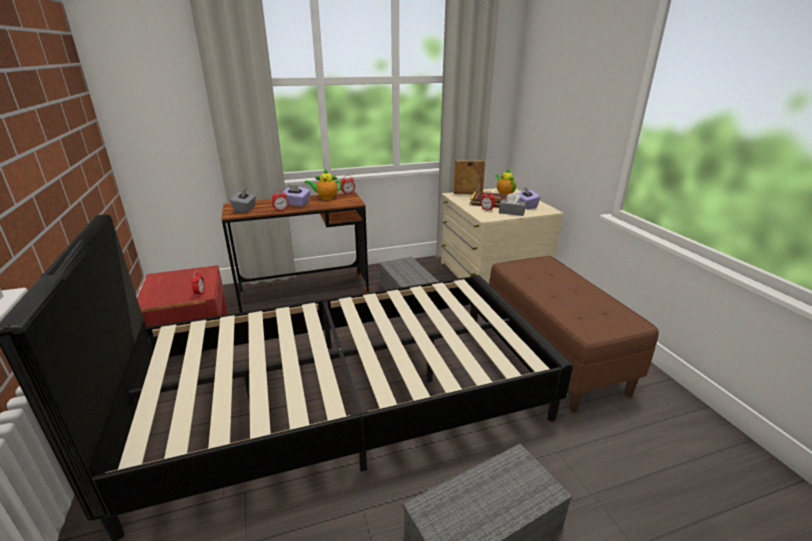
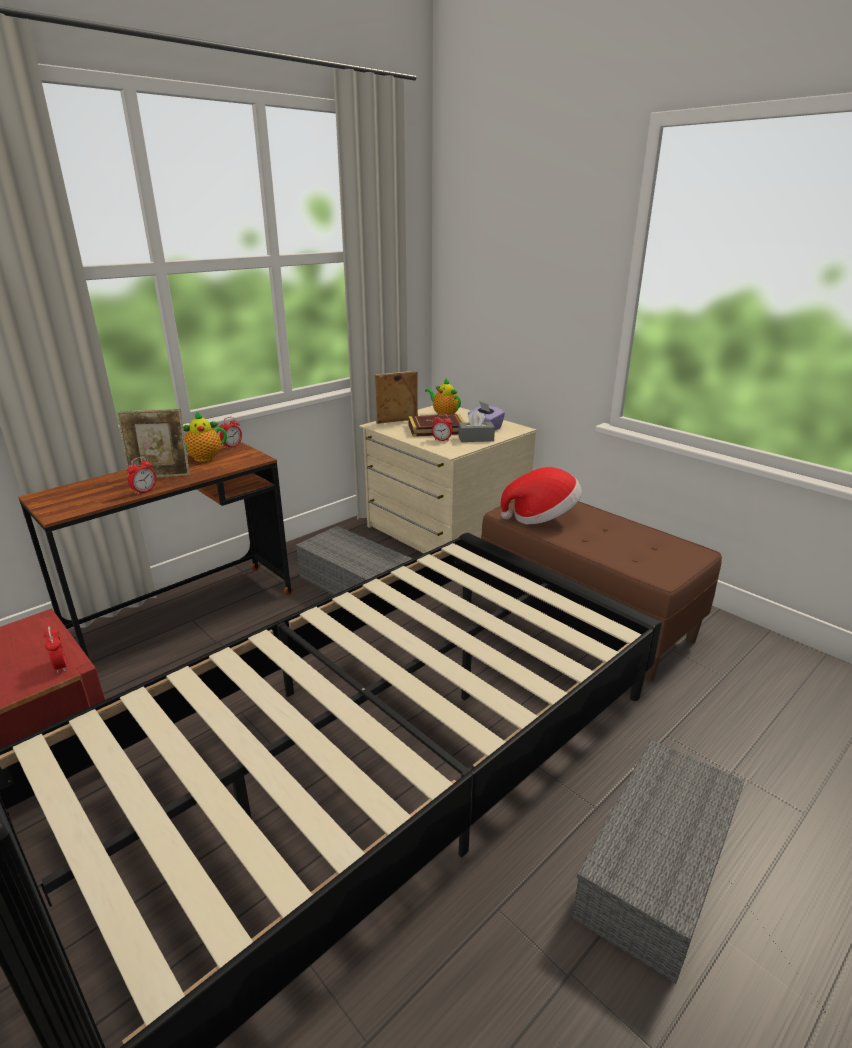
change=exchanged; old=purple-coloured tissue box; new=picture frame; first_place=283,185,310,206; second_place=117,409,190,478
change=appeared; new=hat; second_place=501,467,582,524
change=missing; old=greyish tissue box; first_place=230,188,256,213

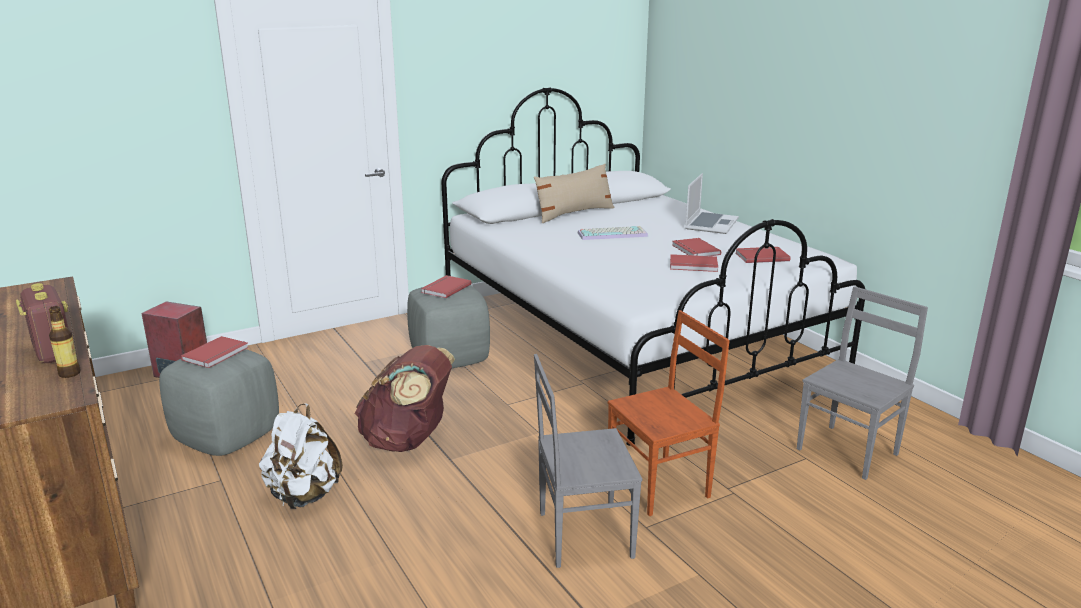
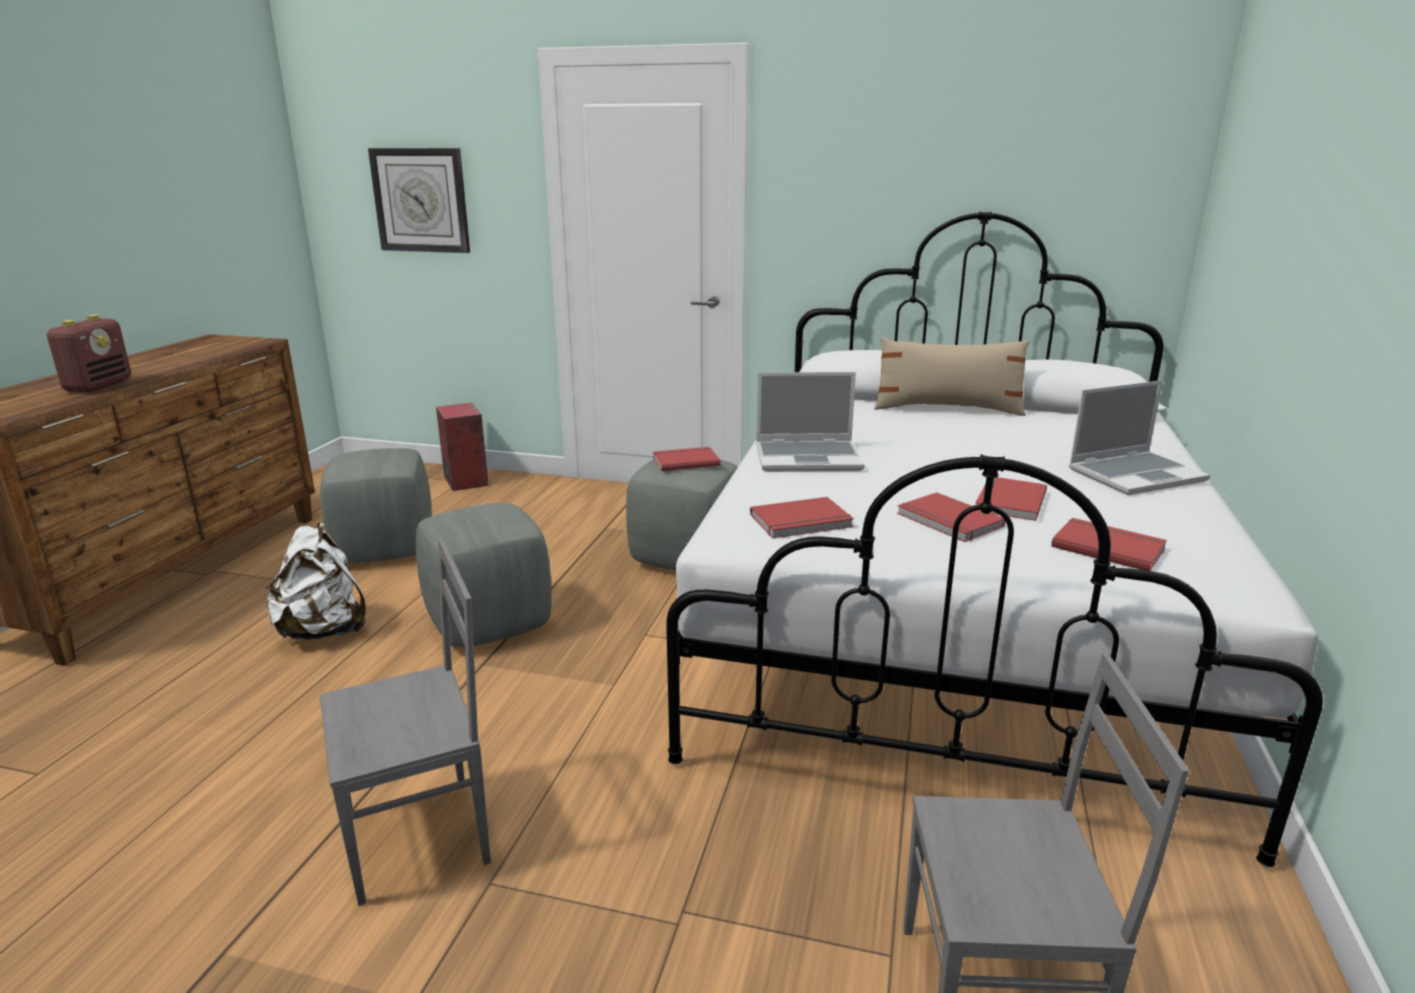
change=spun; old=greyish chair; first_place=534,354,642,568; second_place=320,538,491,906; degrees=120
change=appeared; new=hanging clock; second_place=368,148,470,253
change=exchanged; old=brown rucksack; new=greyish pouffe; first_place=354,345,455,452; second_place=416,503,552,647
change=relocated; old=reddish bound book; first_place=181,336,249,368; second_place=750,497,854,538
change=appeared; new=laptop; second_place=756,372,864,472
change=missing; old=drink bottle; first_place=49,306,81,378
change=missing; old=PC keyboard; first_place=578,226,648,240
change=missing; old=brown chair; first_place=608,310,730,516

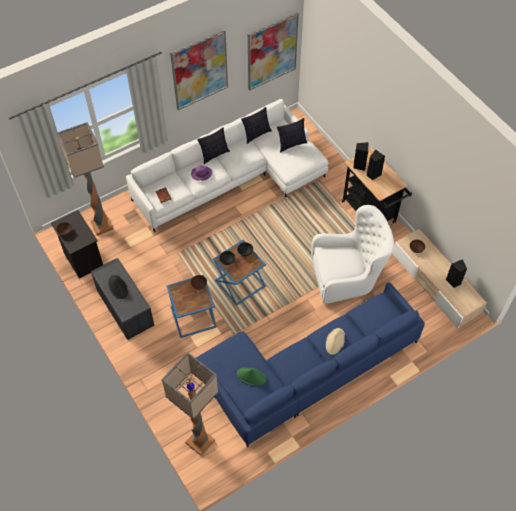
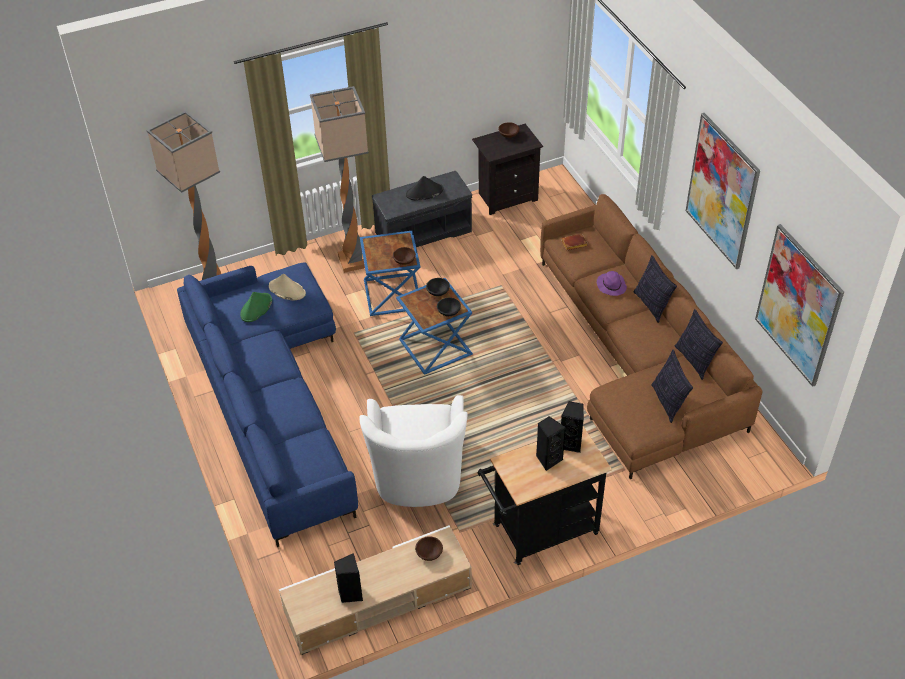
change=relocated; old=beige-coloured hat; first_place=326,328,345,355; second_place=269,274,306,301
change=relocated; old=standing lamp; first_place=57,122,114,236; second_place=310,86,369,273
change=colour; old=white settee; new=brown settee; first_place=126,99,329,232; second_place=540,194,762,479

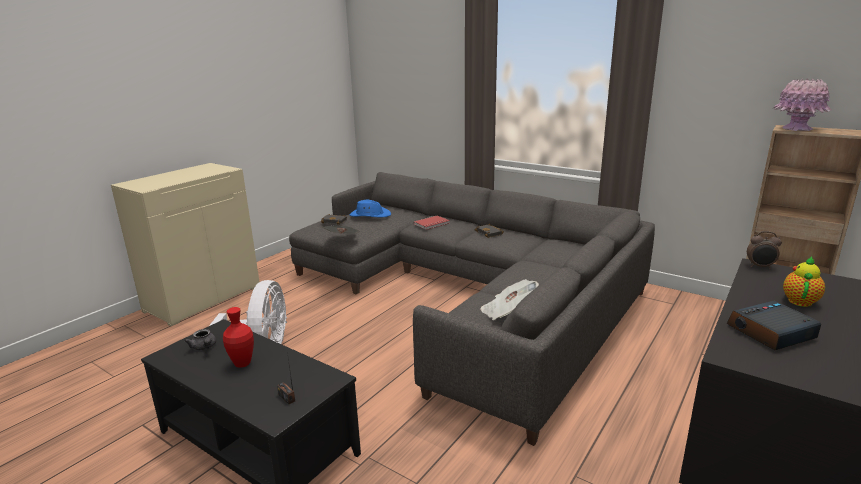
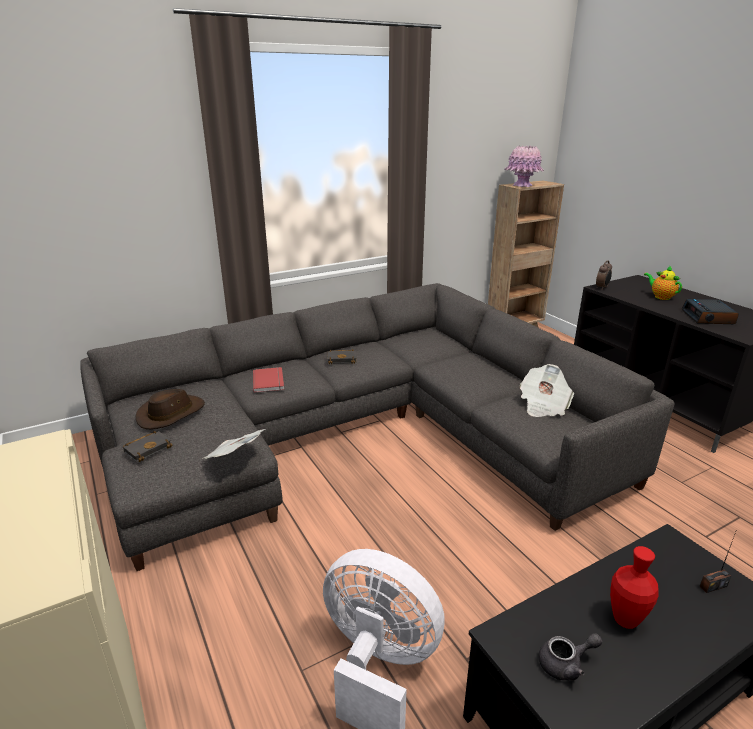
change=colour; old=blue hat; new=brown hat; first_place=350,200,391,217; second_place=136,389,205,429

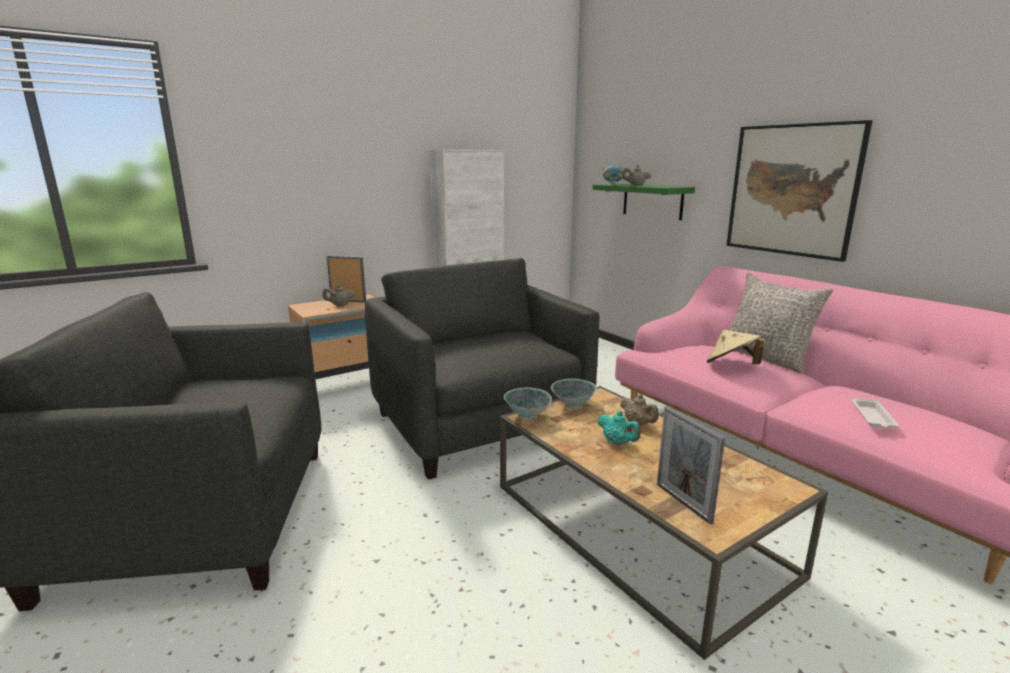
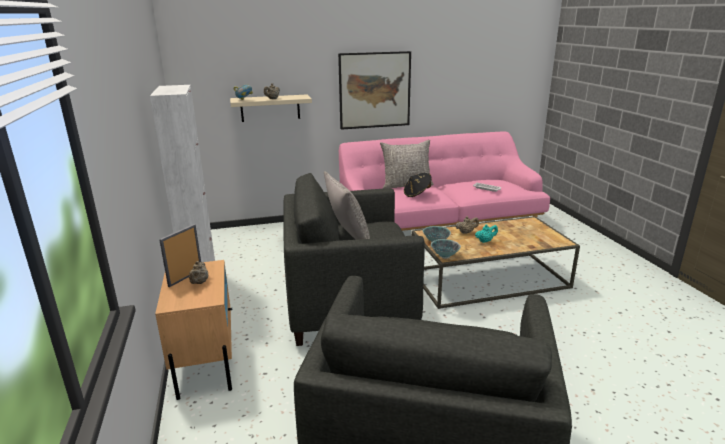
change=colour; old=greenish shelf; new=beige-coloured shelf; first_place=592,184,695,220; second_place=230,95,312,122
change=appeared; new=greyish cushion; second_place=324,171,370,240
change=colour; old=beige-coloured hat; new=black hat; first_place=707,330,765,364; second_place=404,173,431,197
change=missing; old=picture frame; first_place=657,406,725,525

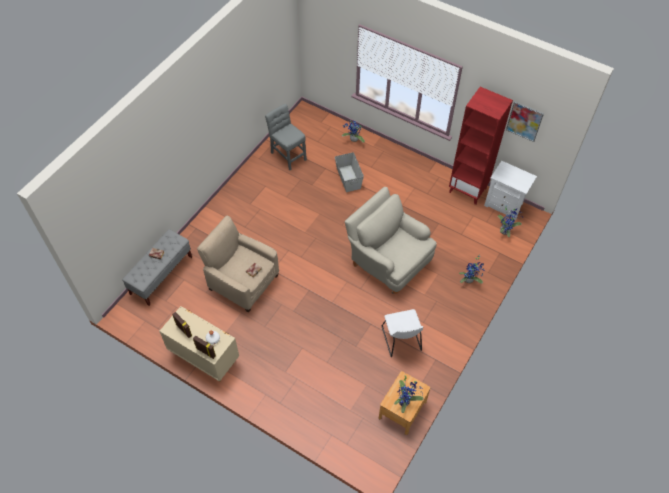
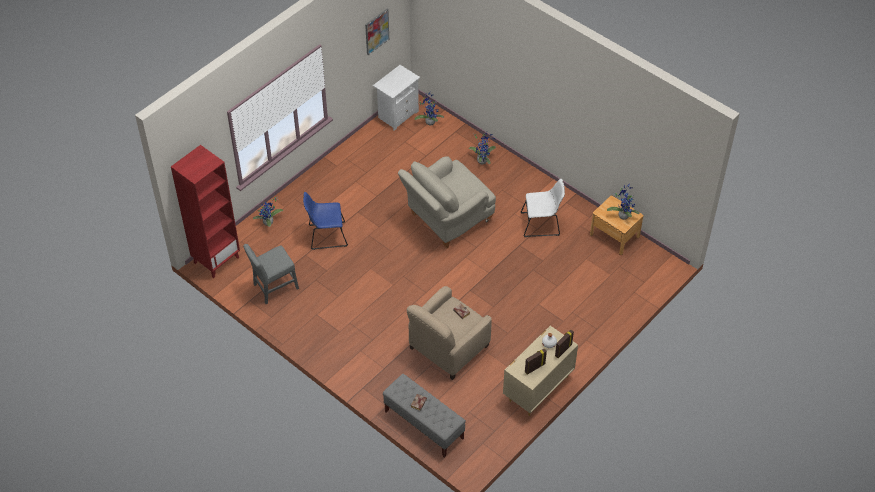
change=relocated; old=reddish bookcase; first_place=449,87,513,205; second_place=171,145,240,278
change=exchanged; old=greyish storage bin; new=blue chair; first_place=335,152,364,192; second_place=303,192,348,250

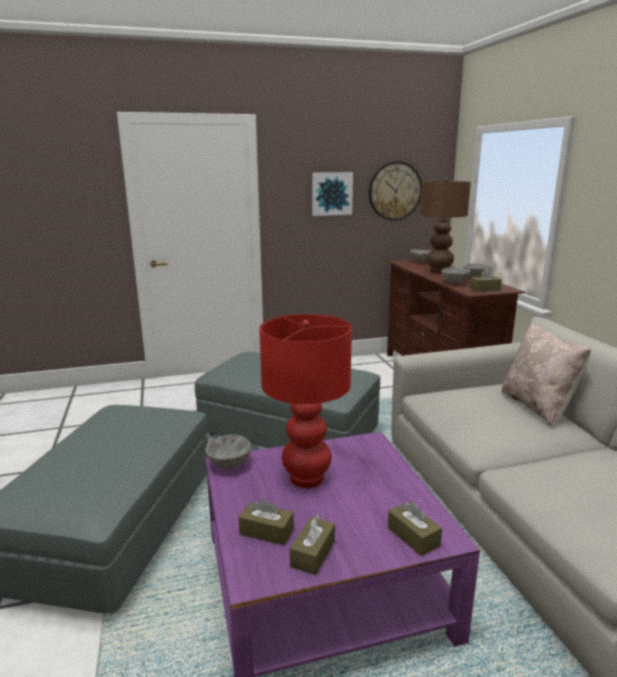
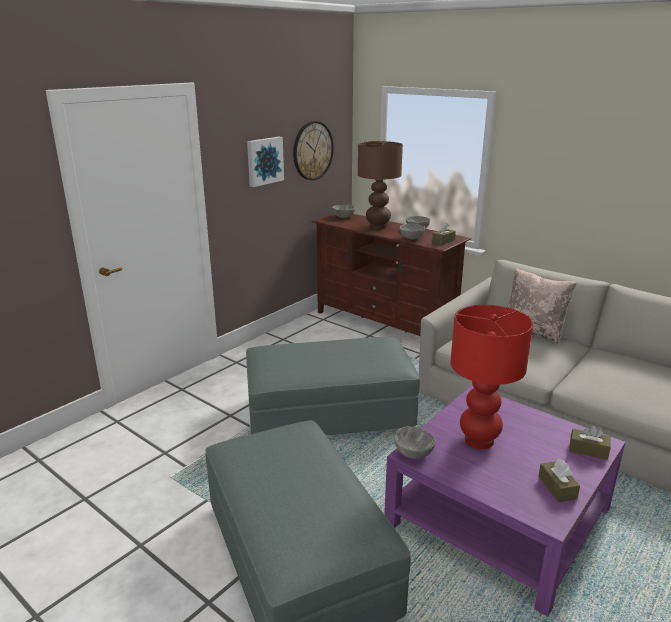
change=missing; old=brown tissue box; first_place=239,498,294,545

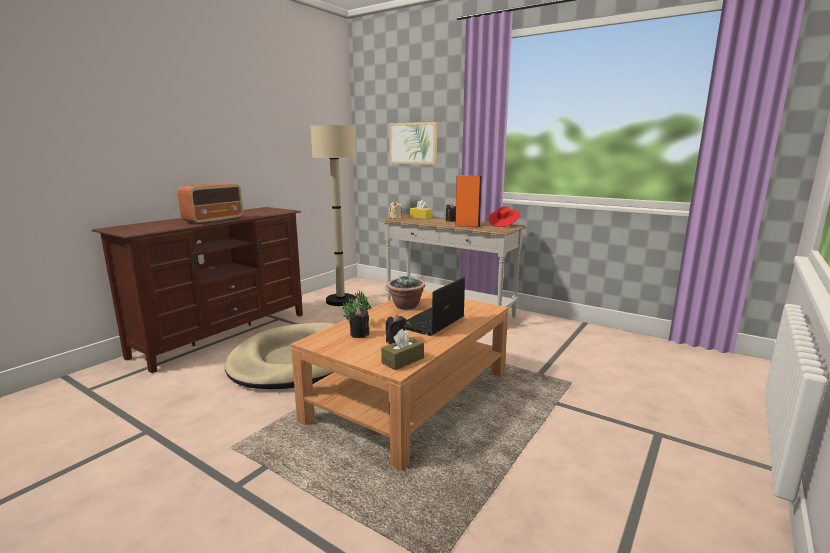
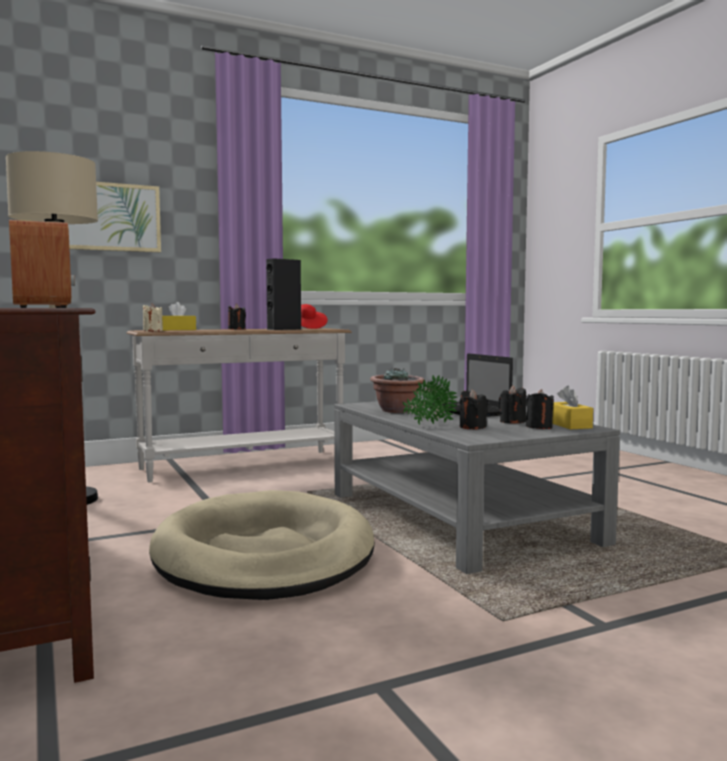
change=colour; old=orangey audio speaker; new=black audio speaker; first_place=455,175,482,227; second_place=266,258,301,330
change=colour; old=brown low table; new=greyish low table; first_place=291,290,508,470; second_place=334,397,620,574
change=appeared; new=black candle; second_place=526,389,554,429
change=colour; old=brown tissue box; new=yellow tissue box; first_place=381,329,424,370; second_place=552,386,593,429

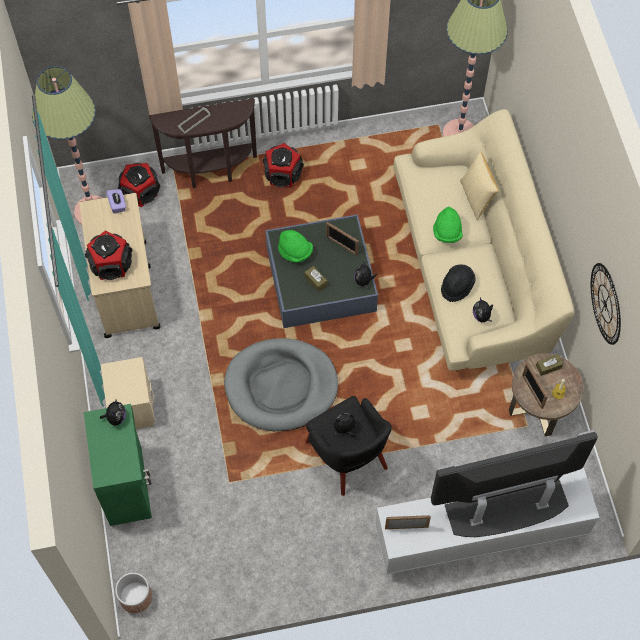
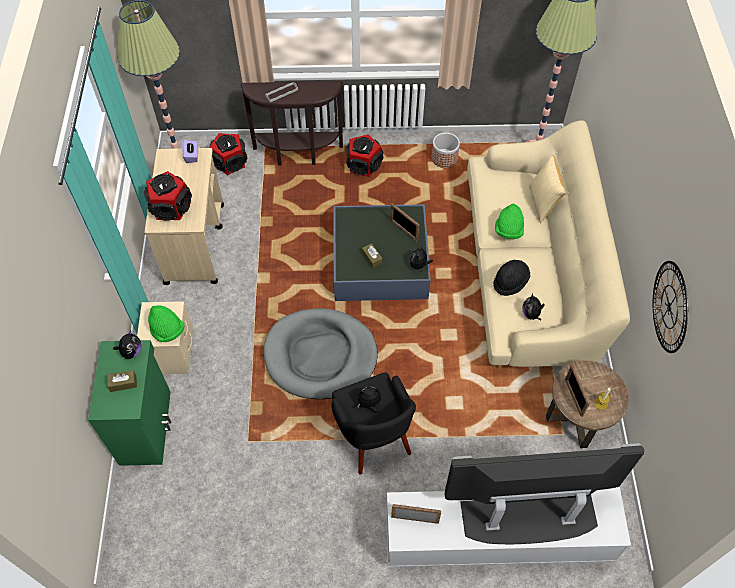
change=relocated; old=brown tissue box; first_place=536,354,563,376; second_place=107,370,137,392
change=relocated; old=greenish hat; first_place=278,230,313,263; second_place=148,305,185,342
change=relocated; old=planter; first_place=115,573,152,613; second_place=432,133,460,168

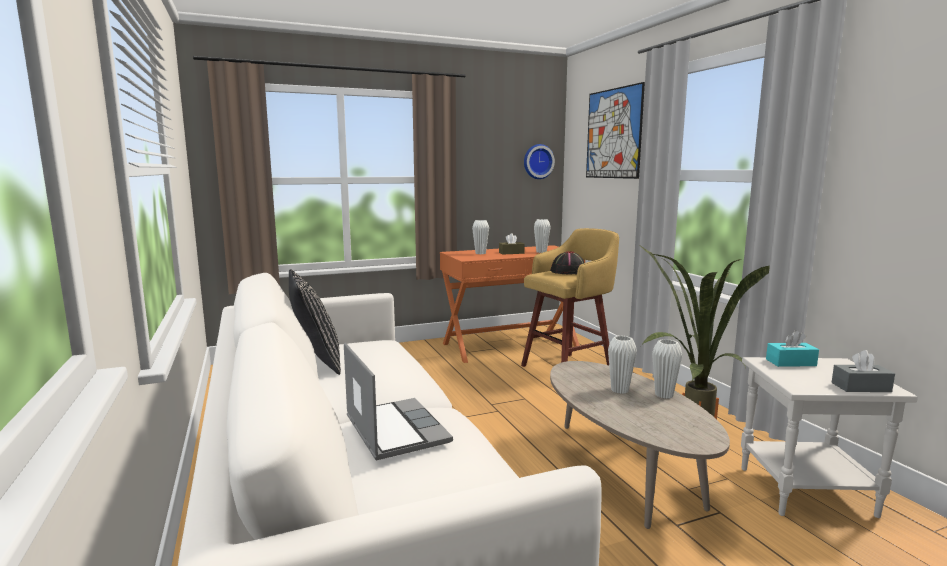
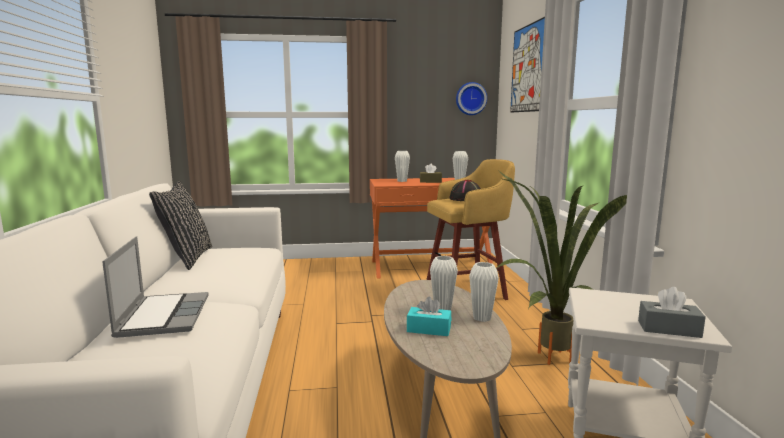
change=relocated; old=turquoise-coloured tissue box; first_place=766,330,819,367; second_place=407,297,451,336

